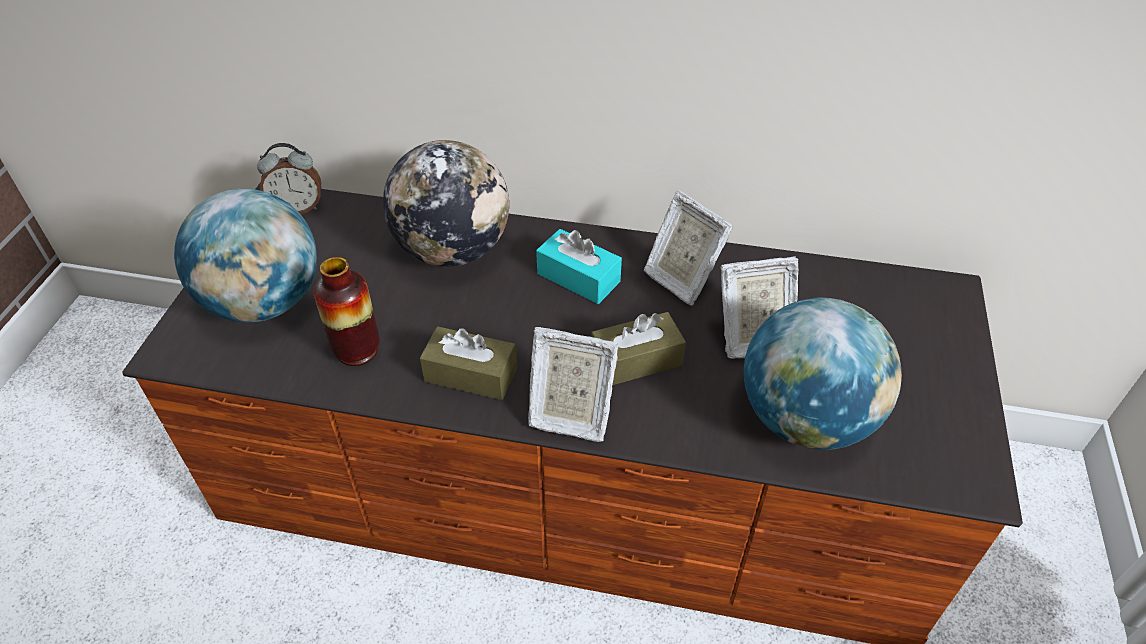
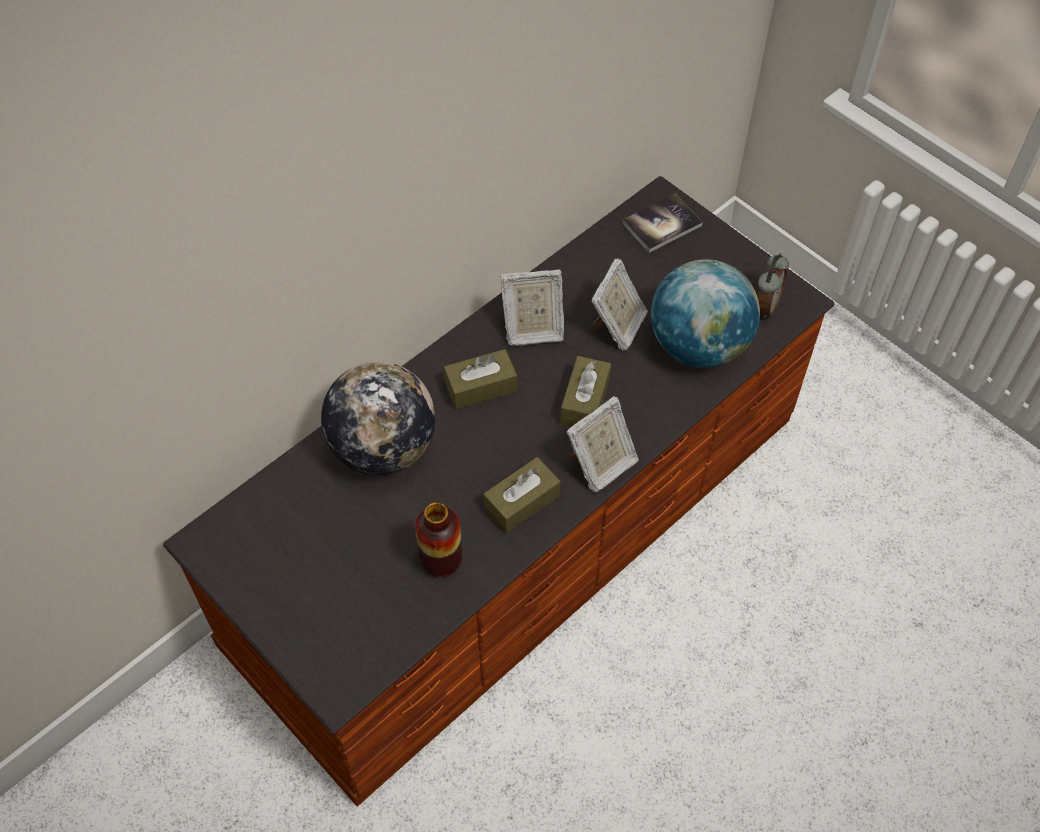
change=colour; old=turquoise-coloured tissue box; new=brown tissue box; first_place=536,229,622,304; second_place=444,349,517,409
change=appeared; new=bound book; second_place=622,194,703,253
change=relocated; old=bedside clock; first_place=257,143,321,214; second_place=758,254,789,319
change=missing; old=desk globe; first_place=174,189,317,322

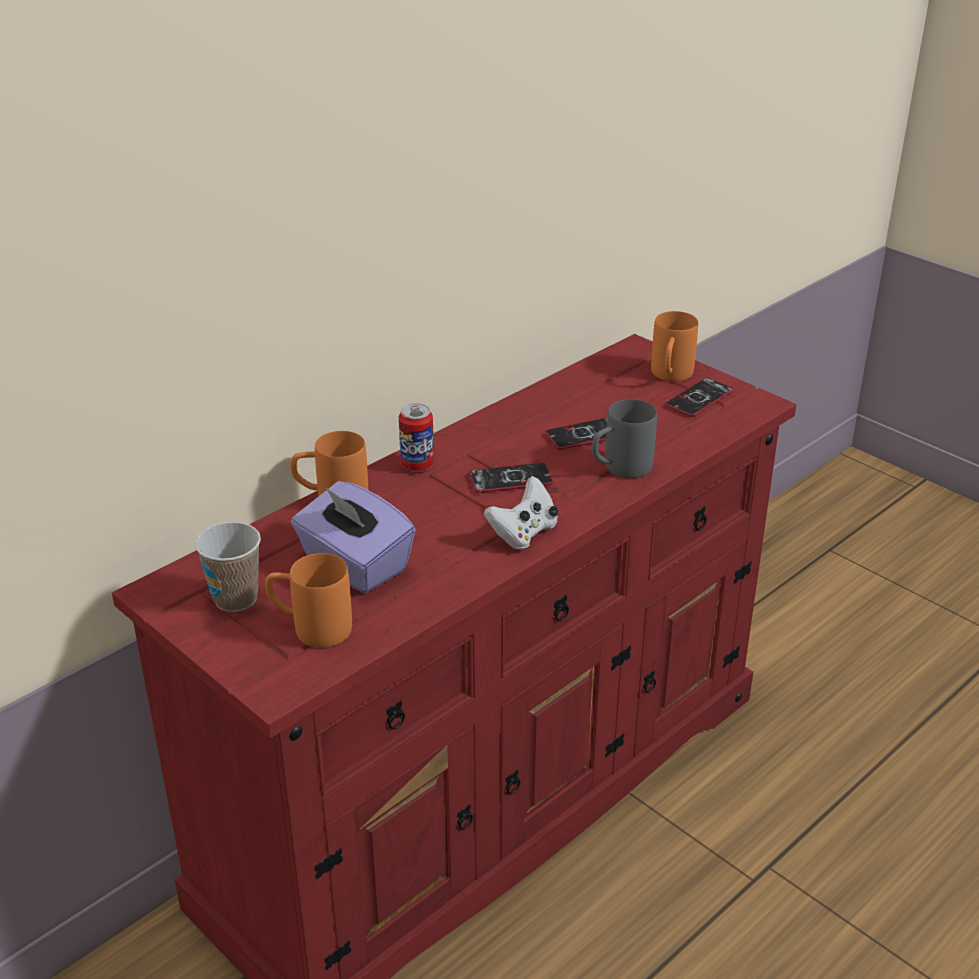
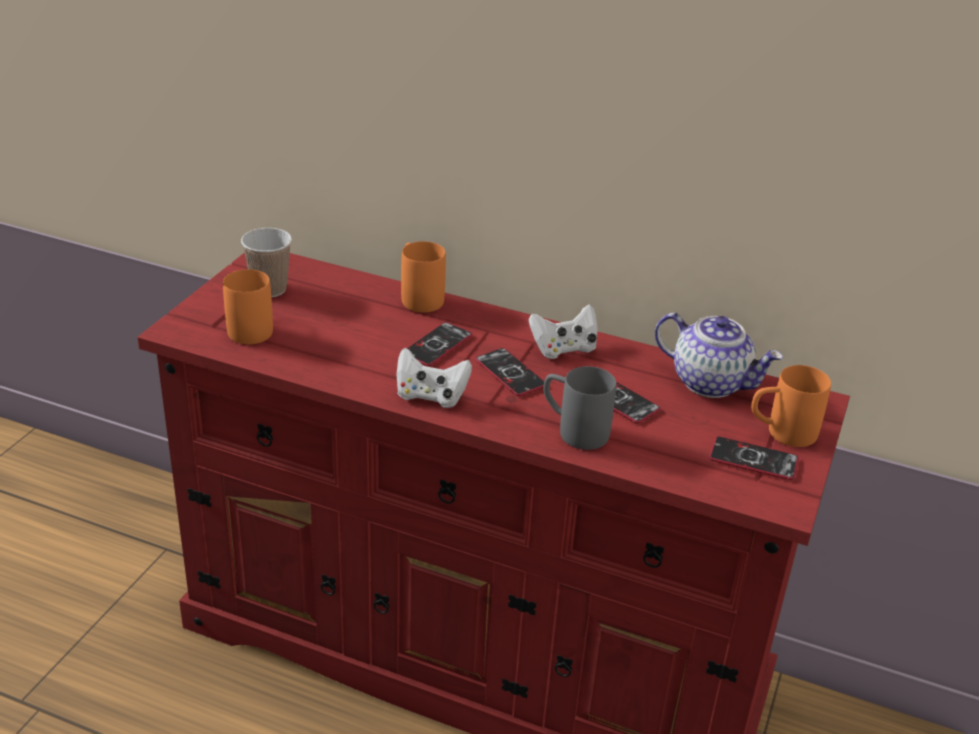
change=appeared; new=phone; second_place=407,322,472,366
change=appeared; new=white game controller; second_place=528,304,598,359
change=appeared; new=tea pot; second_place=655,313,783,398
change=missing; old=purple-coloured tissue box; first_place=291,481,415,593
change=missing; old=sealed can; first_place=399,403,434,471

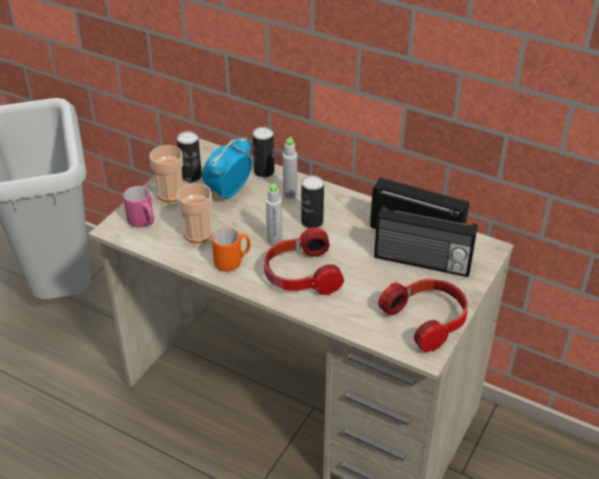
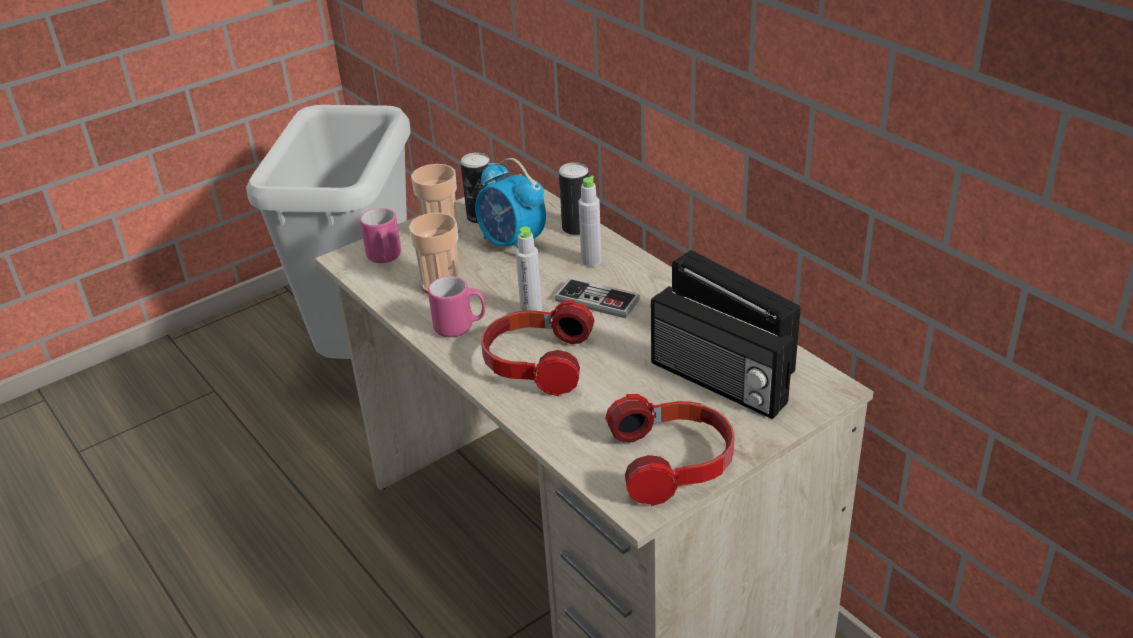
change=colour; old=orangey tea mug; new=pink tea mug; first_place=212,228,250,271; second_place=428,276,486,337
change=spun; old=bedside clock; first_place=202,137,252,198; second_place=475,158,546,248; degrees=-105
change=exchanged; old=sealed can; new=game controller; first_place=301,175,324,228; second_place=555,278,640,318

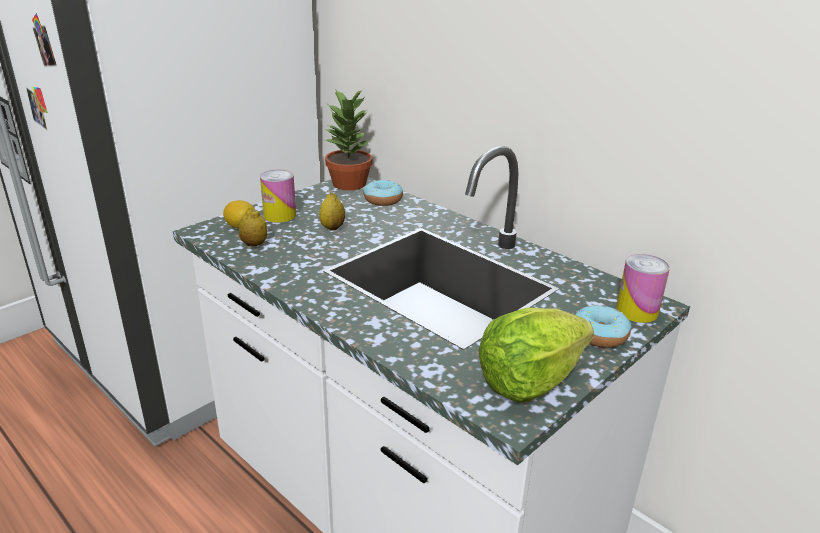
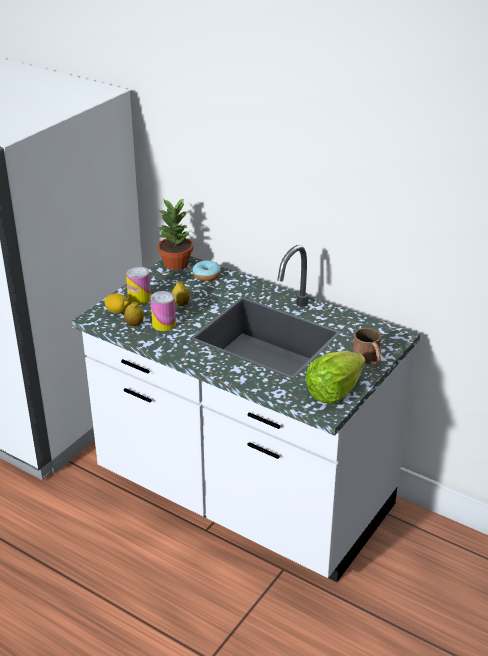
change=relocated; old=sealed can; first_place=616,254,670,323; second_place=150,291,176,331
change=exchanged; old=ring doughnut; new=brown tea mug; first_place=575,305,631,348; second_place=353,328,381,366

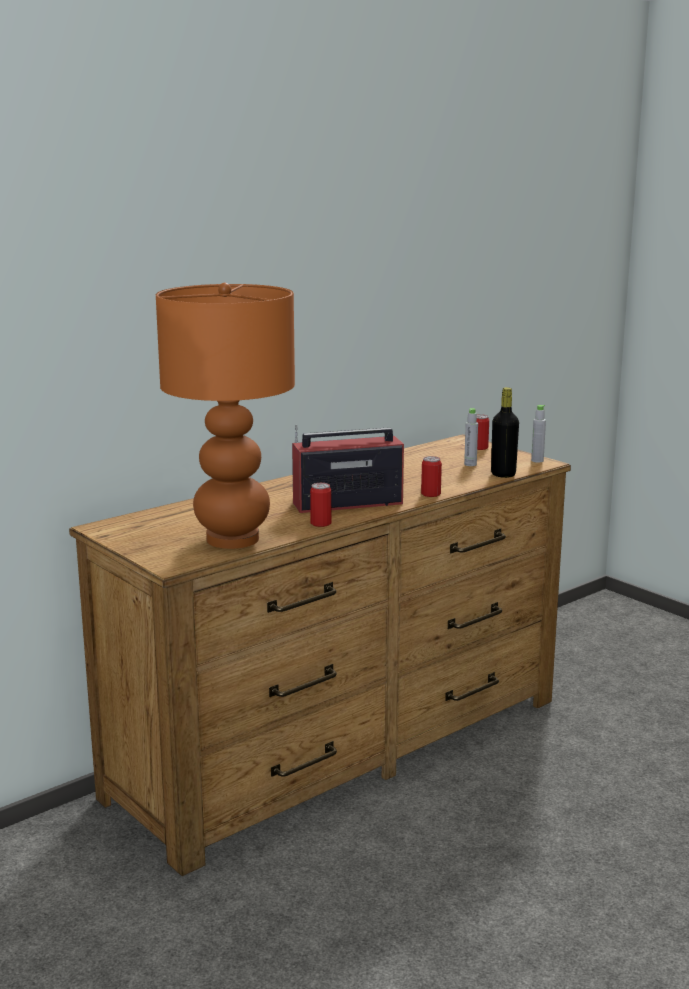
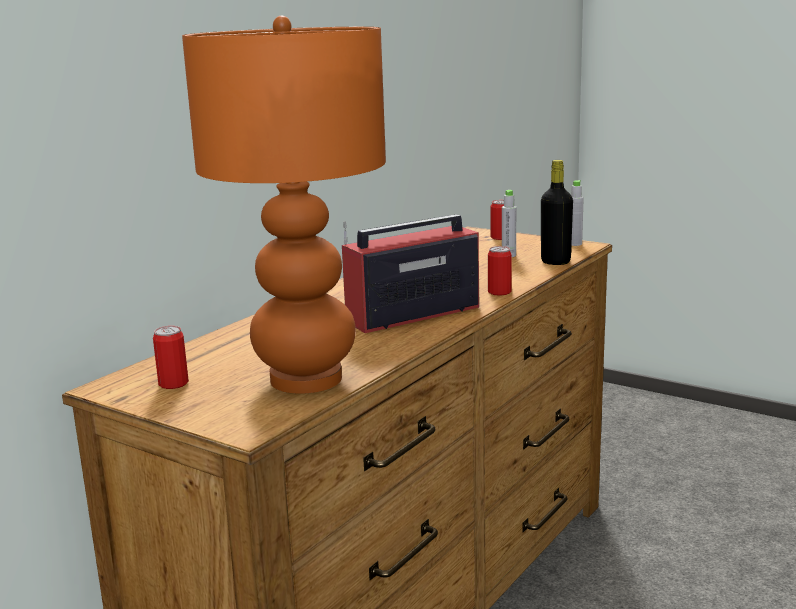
change=relocated; old=sealed can; first_place=310,483,331,527; second_place=153,326,189,389

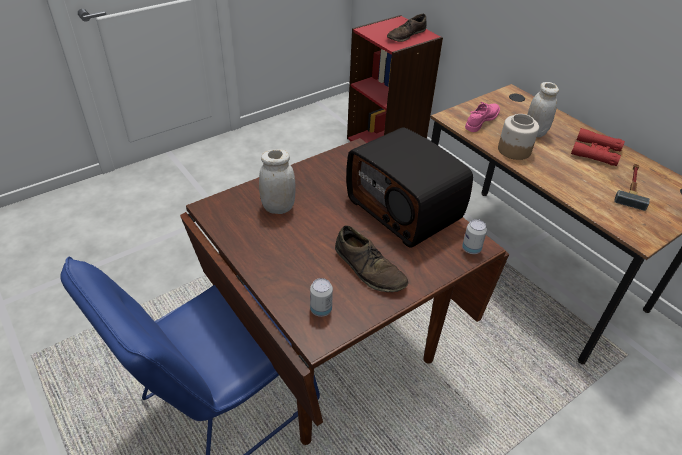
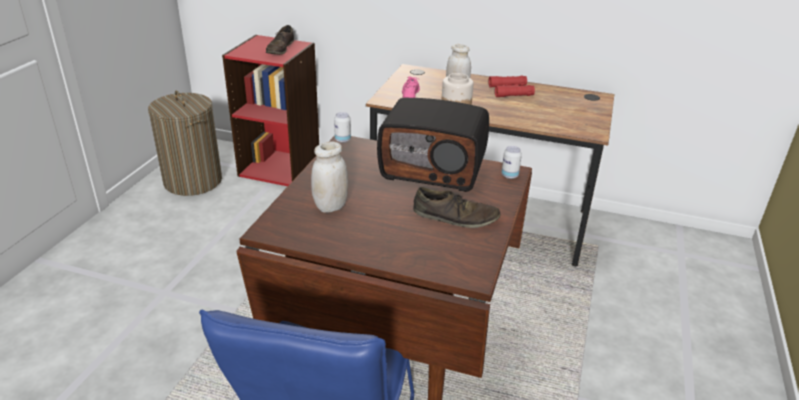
change=appeared; new=laundry basket; second_place=148,91,222,196
change=relocated; old=sealed can; first_place=310,278,333,317; second_place=334,112,351,143
change=missing; old=hammer; first_place=614,164,650,211

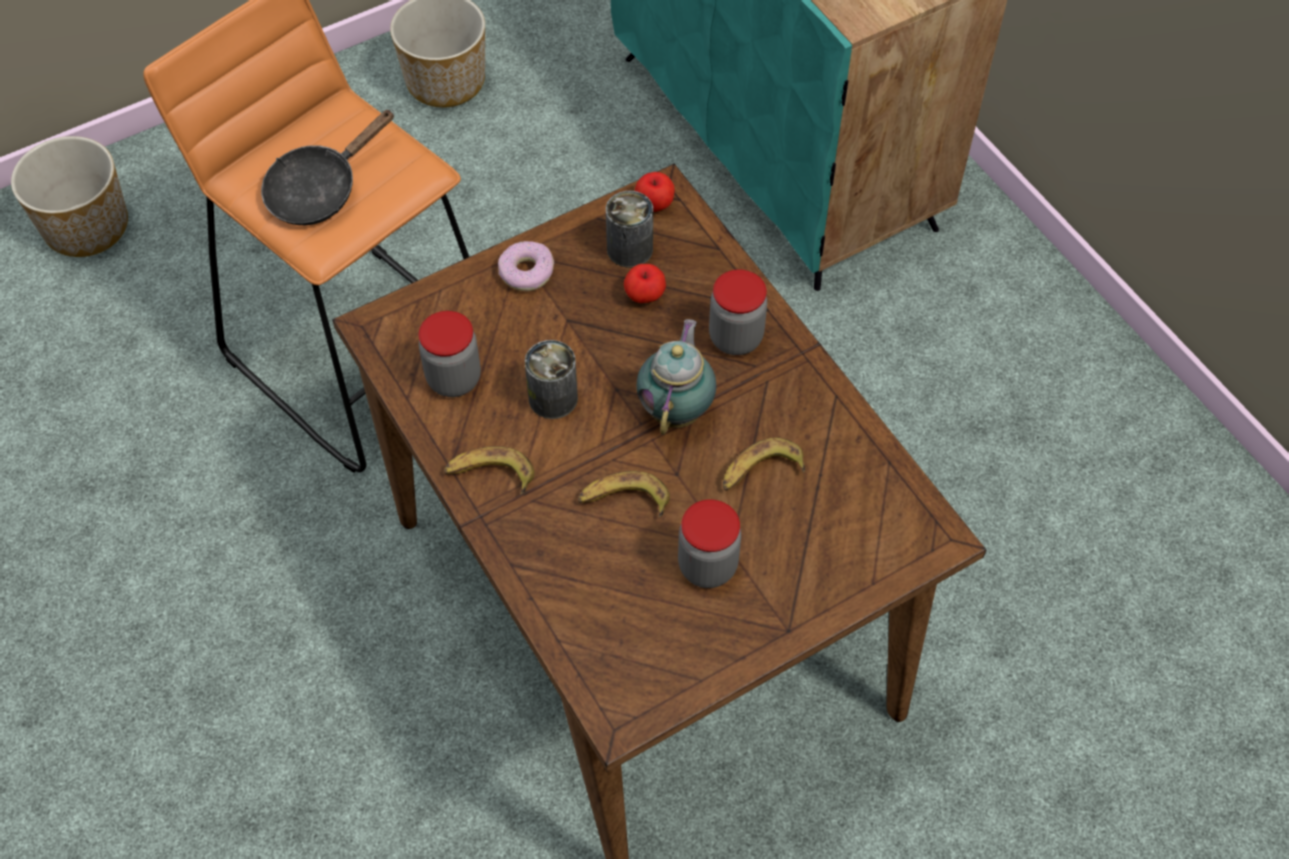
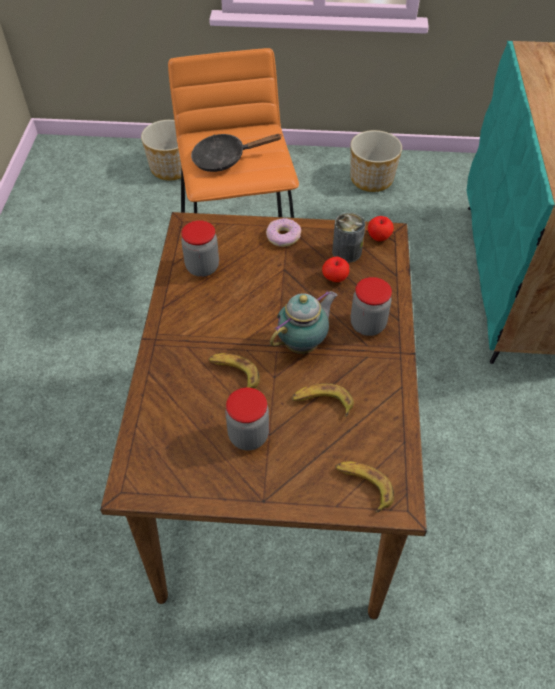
change=relocated; old=banana; first_place=444,446,535,494; second_place=335,461,394,513
change=missing; old=sealed can; first_place=525,340,578,419

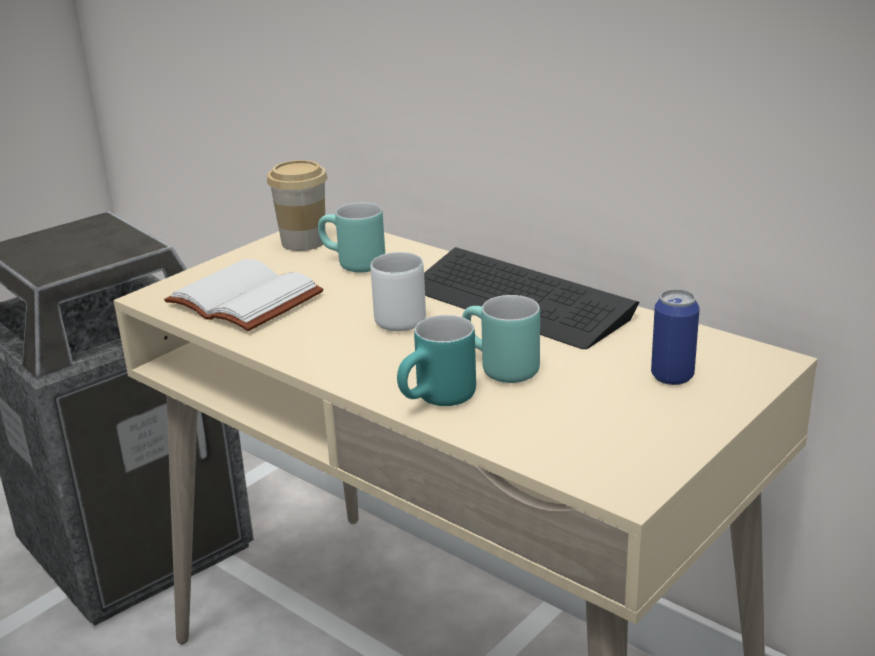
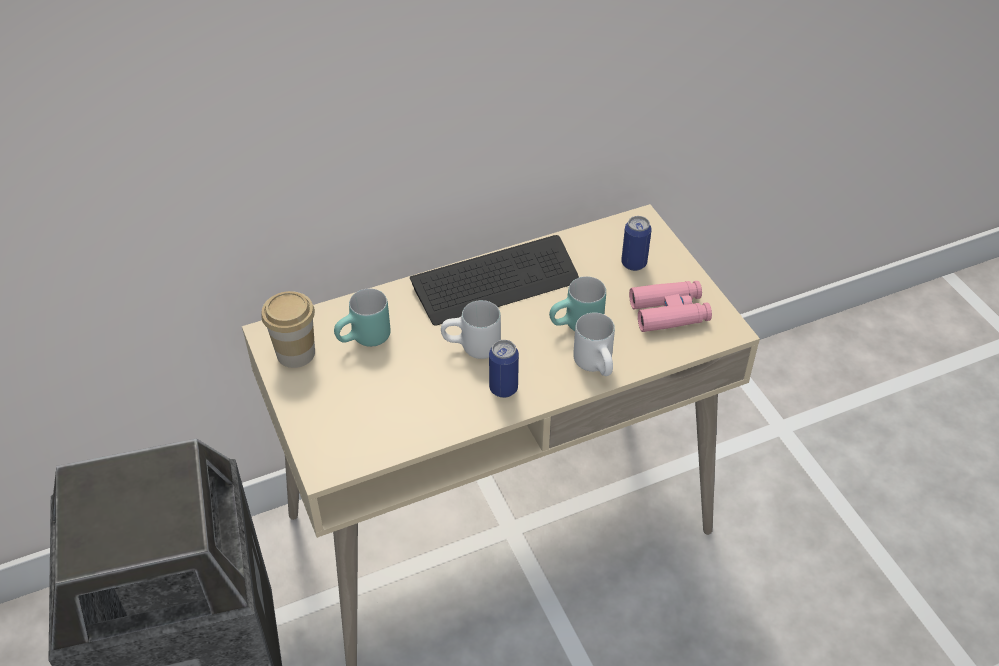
change=appeared; new=sealed can; second_place=489,340,519,398
change=colour; old=turquoise-coloured tea mug; new=white tea mug; first_place=397,315,476,406; second_place=573,313,615,376
change=appeared; new=pink binoculars; second_place=629,281,712,332
change=missing; old=white bound book; first_place=164,259,323,331

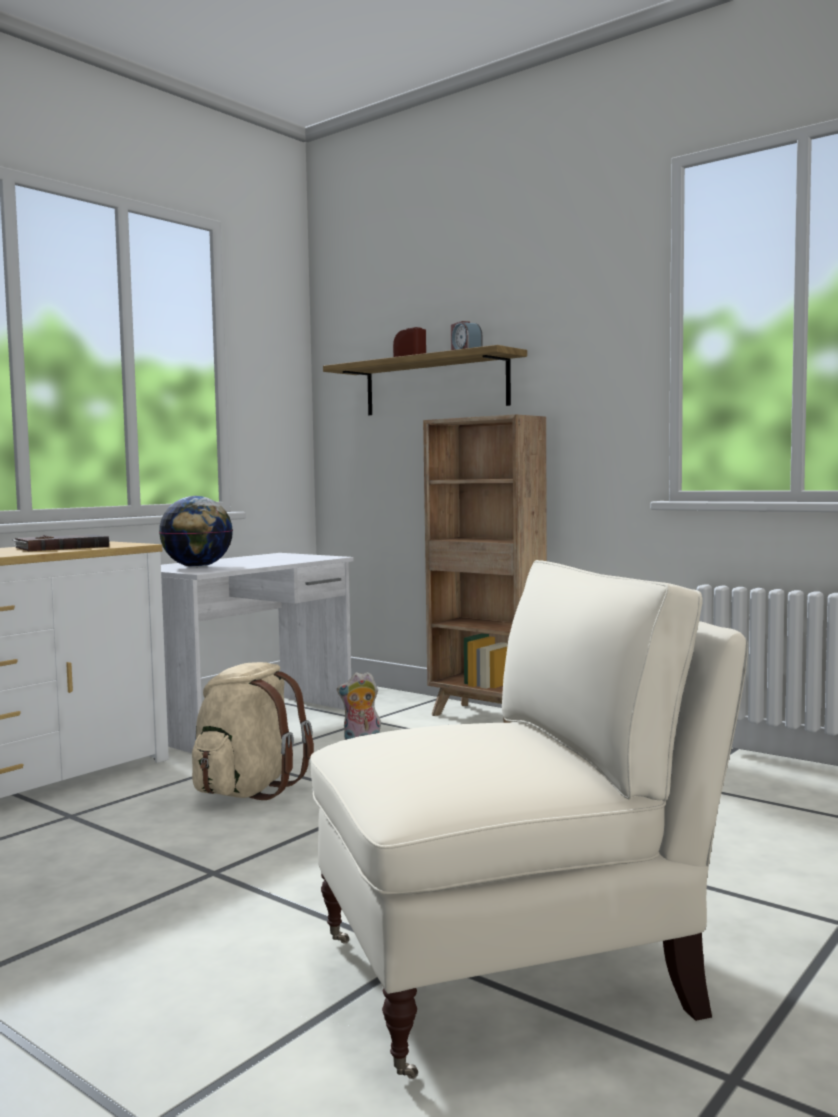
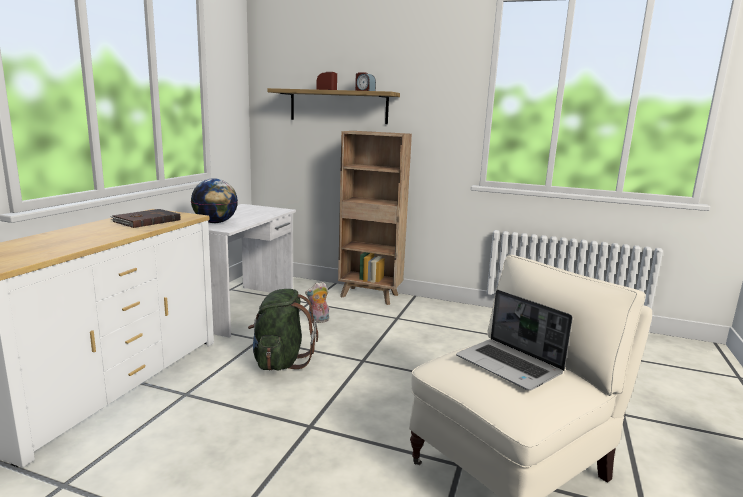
change=colour; old=beige-coloured rucksack; new=greenish rucksack; first_place=192,662,314,800; second_place=248,289,318,370
change=appeared; new=laptop; second_place=456,290,573,391

